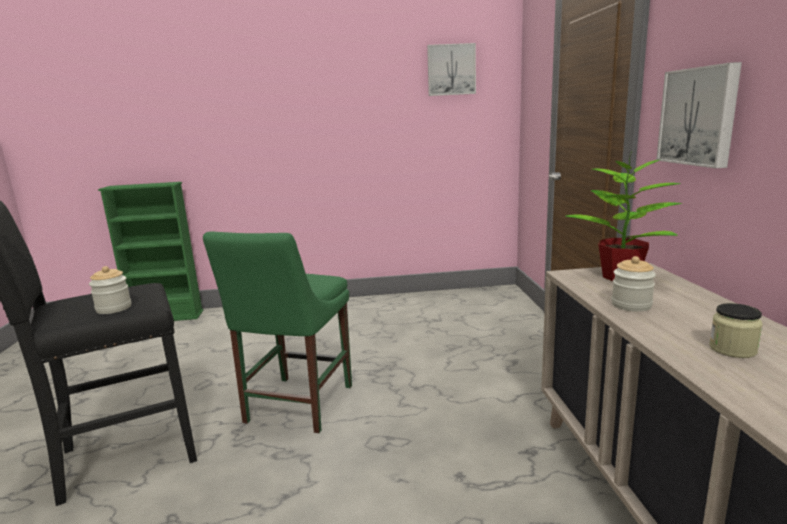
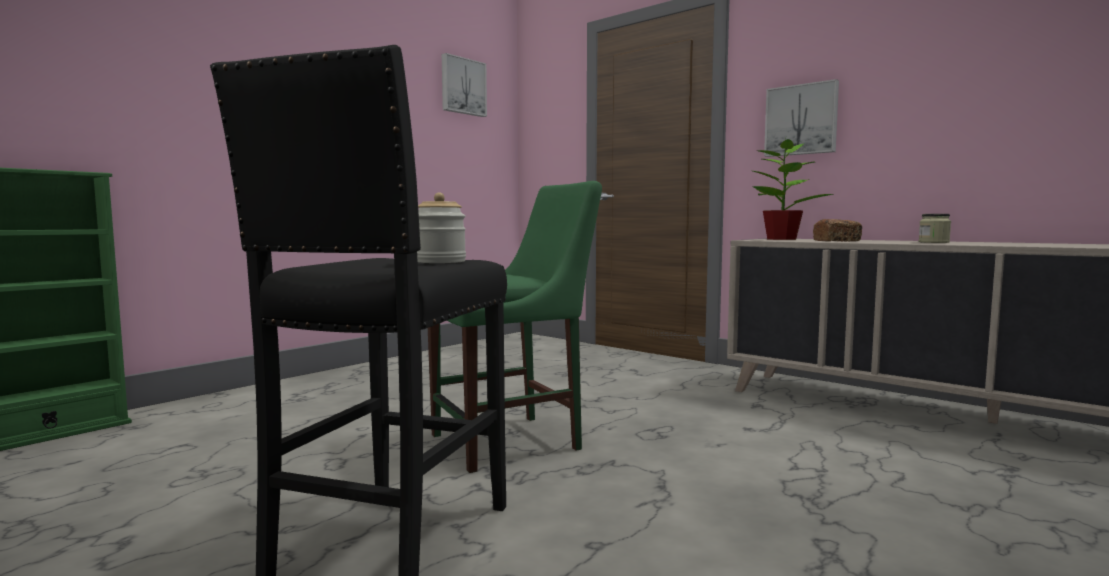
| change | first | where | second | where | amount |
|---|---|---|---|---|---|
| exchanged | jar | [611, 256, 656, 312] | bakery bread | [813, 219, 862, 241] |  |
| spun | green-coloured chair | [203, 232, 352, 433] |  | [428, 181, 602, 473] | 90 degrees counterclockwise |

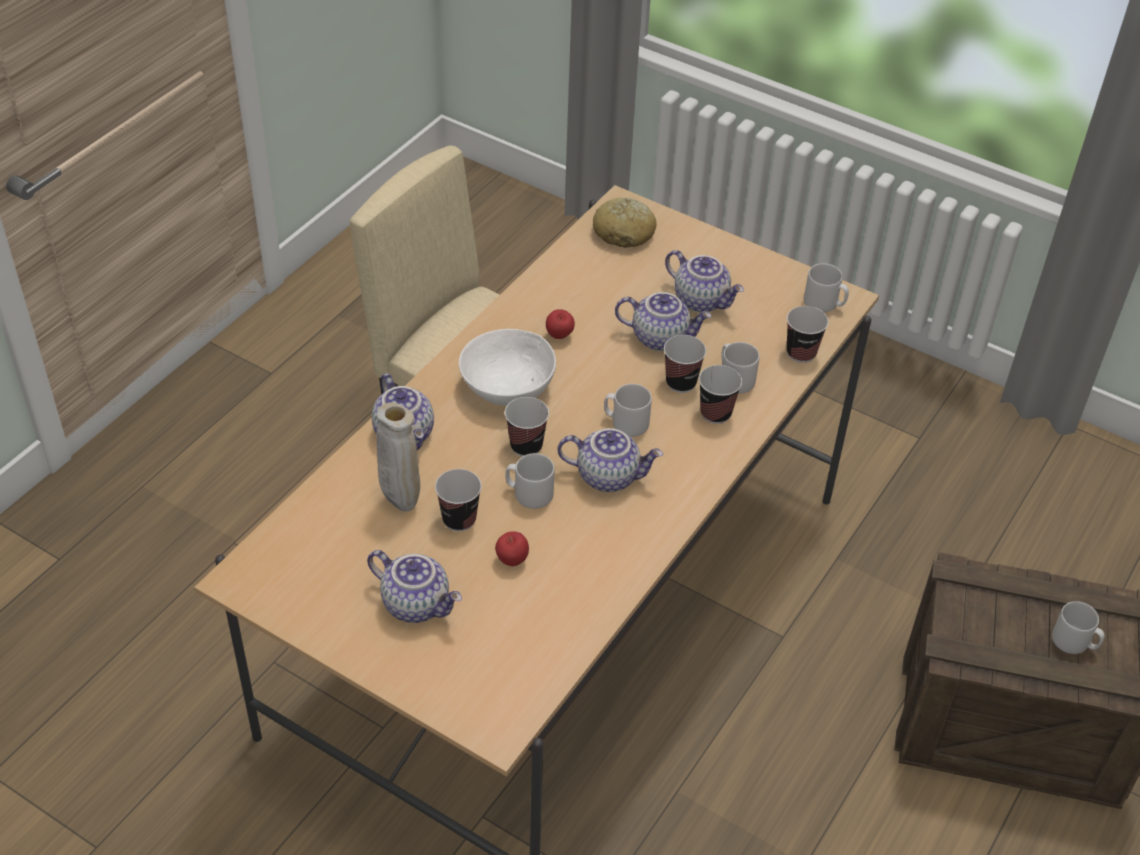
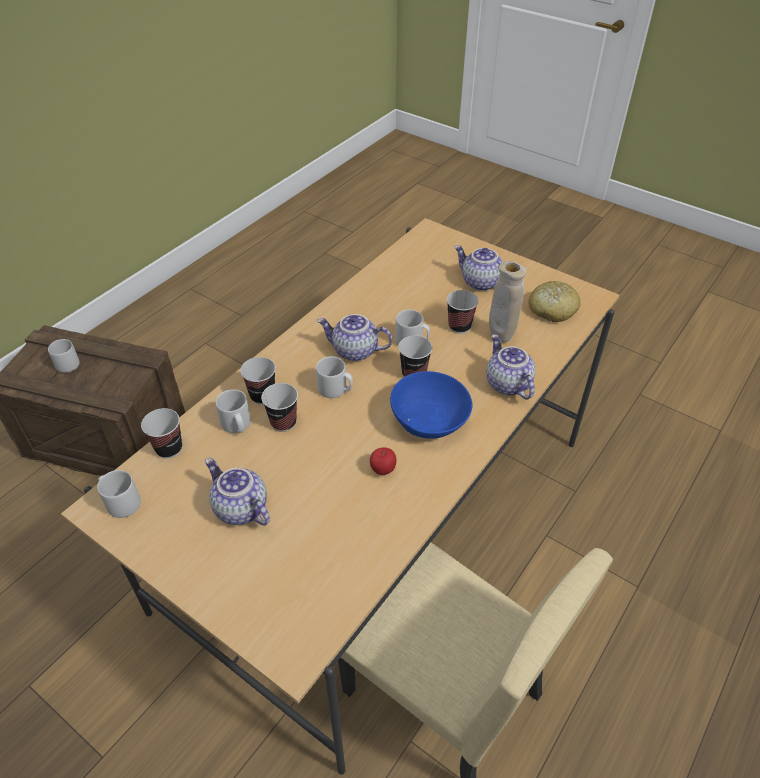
| change | first | where | second | where | amount |
|---|---|---|---|---|---|
| missing | whole apple | [495, 531, 529, 566] |  |  |  |
| missing | tea pot | [615, 292, 711, 351] |  |  |  |
| relocated | bakery bread | [593, 198, 657, 248] |  | [528, 281, 581, 322] |  |
| colour | whitish bowl | [459, 329, 556, 406] | blue-coloured bowl | [390, 371, 472, 439] |  |

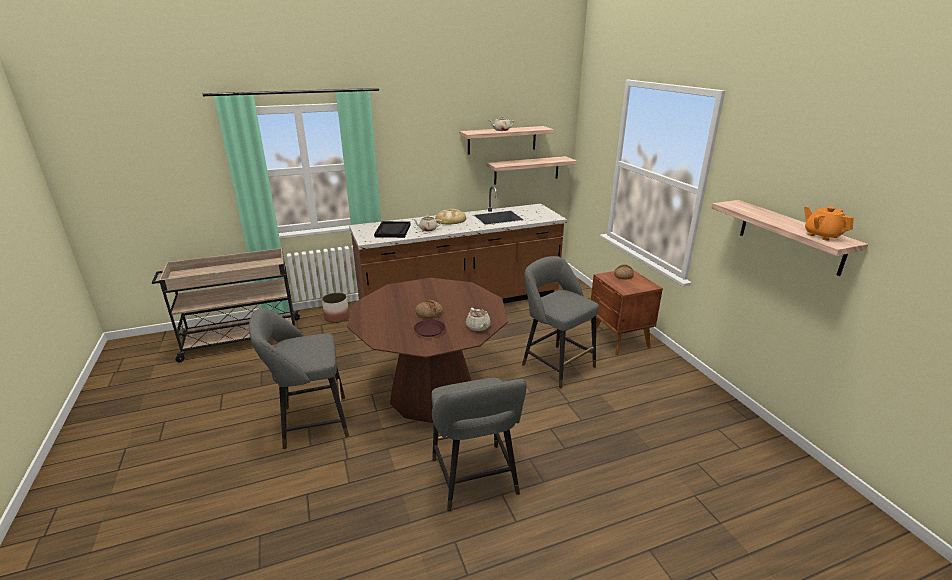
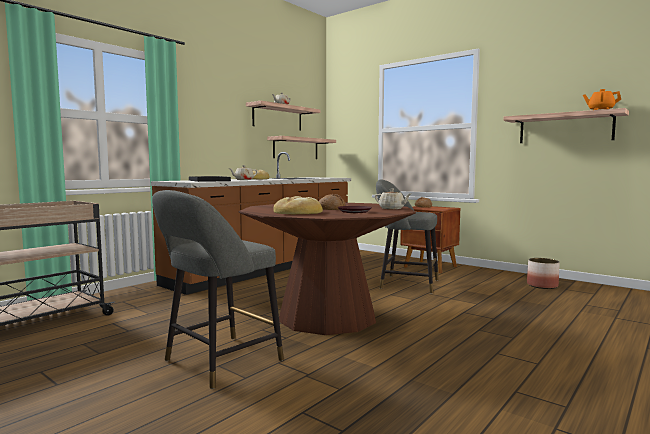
| change | first | where | second | where | amount |
|---|---|---|---|---|---|
| missing | grey sitting stool | [431, 378, 526, 512] |  |  |  |
| appeared |  |  | bakery bread | [273, 196, 323, 214] |  |
| relocated | planter | [322, 293, 349, 323] |  | [527, 258, 560, 289] |  |

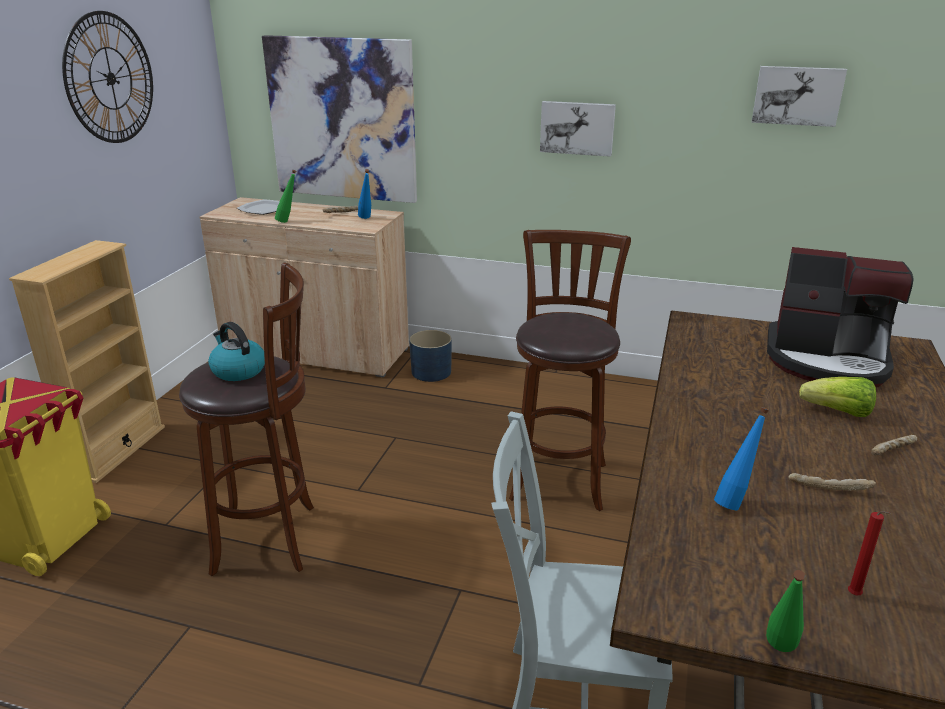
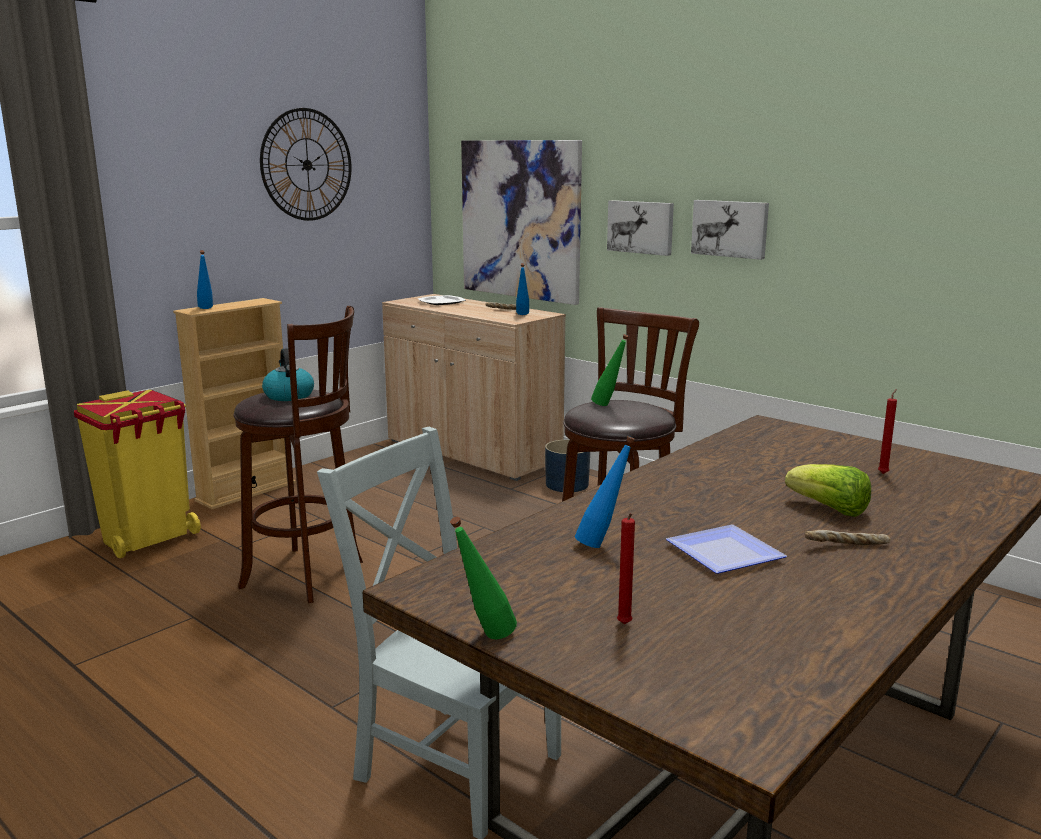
| change | first | where | second | where | amount |
|---|---|---|---|---|---|
| appeared |  |  | blue-coloured beverage bottle | [197, 250, 213, 309] |  |
| relocated | green-coloured beverage bottle | [275, 170, 296, 223] |  | [591, 334, 629, 406] |  |
| relocated | picture | [752, 66, 847, 127] |  | [607, 200, 674, 256] |  |
| exchanged | coffee machine | [767, 247, 914, 387] | red candle | [878, 389, 897, 474] |  |
| exchanged | bakery bread | [789, 473, 876, 491] | plate | [666, 525, 787, 574] |  |

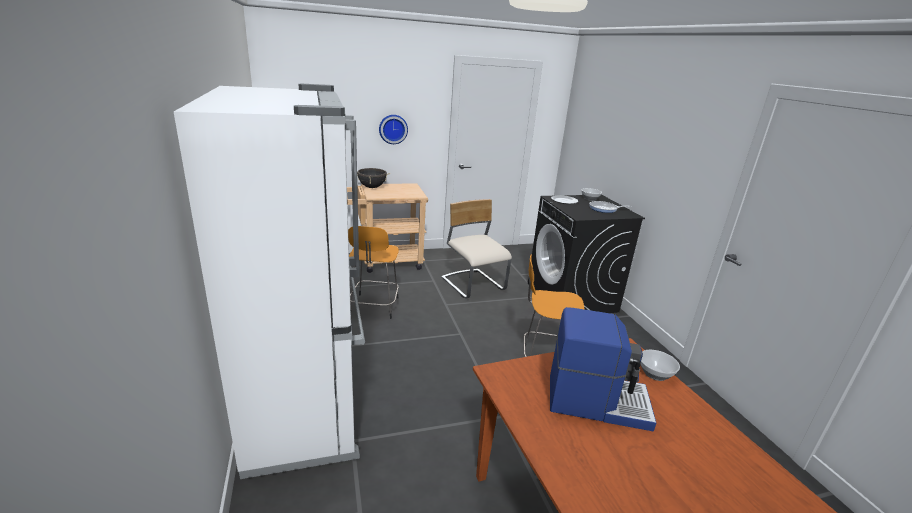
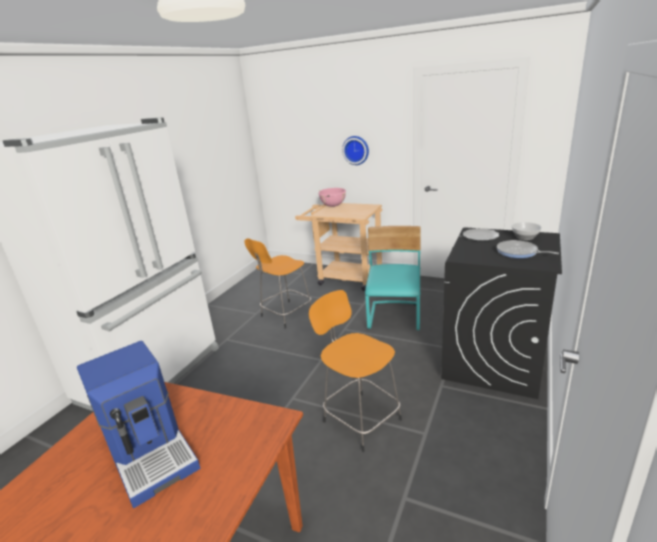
| change | first | where | second | where | amount |
|---|---|---|---|---|---|
| missing | bowl | [641, 350, 680, 381] |  |  |  |
| colour | blackish saucepot | [357, 168, 390, 188] | pink saucepot | [319, 188, 346, 207] |  |
| colour | sand-coloured chair | [441, 199, 512, 299] | blue-green chair | [365, 226, 420, 330] |  |

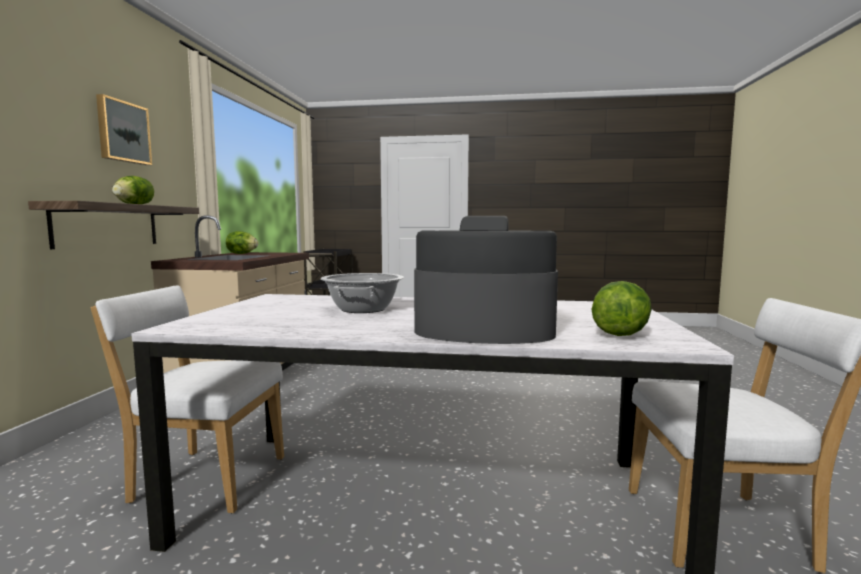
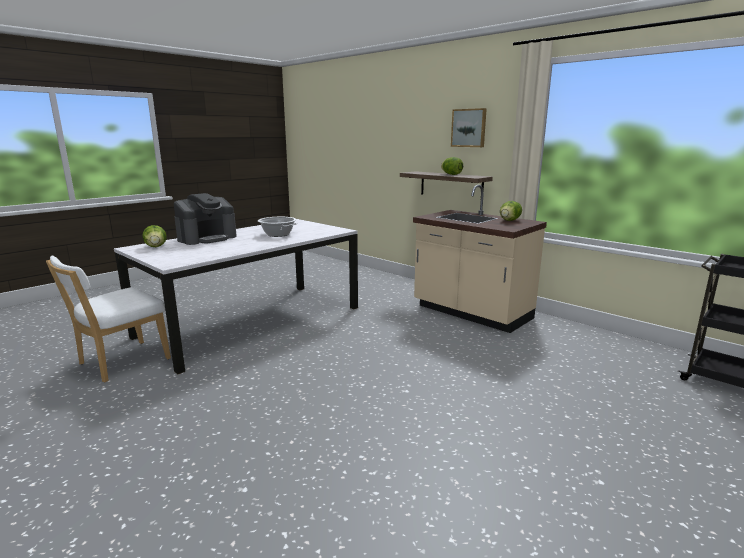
| change | first | where | second | where | amount |
|---|---|---|---|---|---|
| missing | whitish chair | [90, 285, 284, 513] |  |  |  |

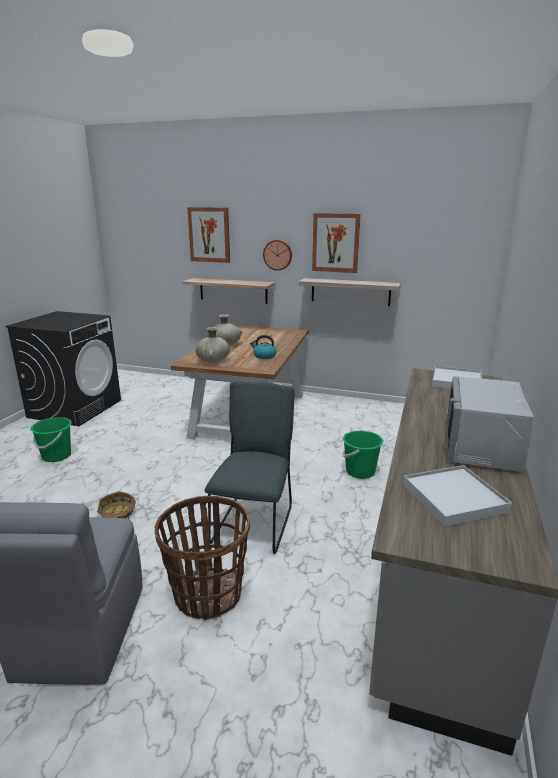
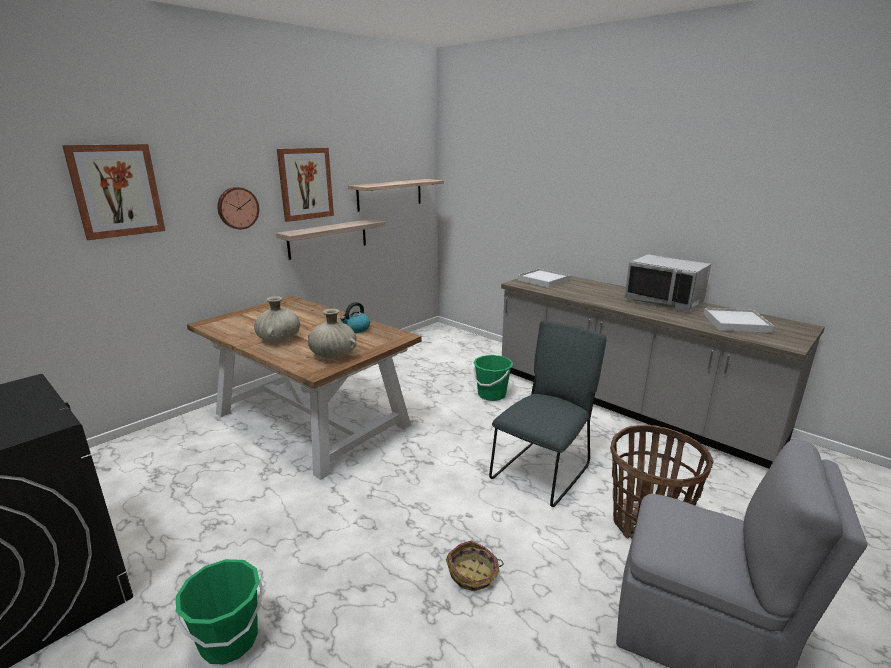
| change | first | where | second | where | amount |
|---|---|---|---|---|---|
| relocated | wall shelf | [182, 278, 275, 304] |  | [348, 179, 444, 212] |  |
| spun | grey chair | [205, 381, 295, 554] |  | [489, 320, 607, 507] | 90 degrees clockwise |

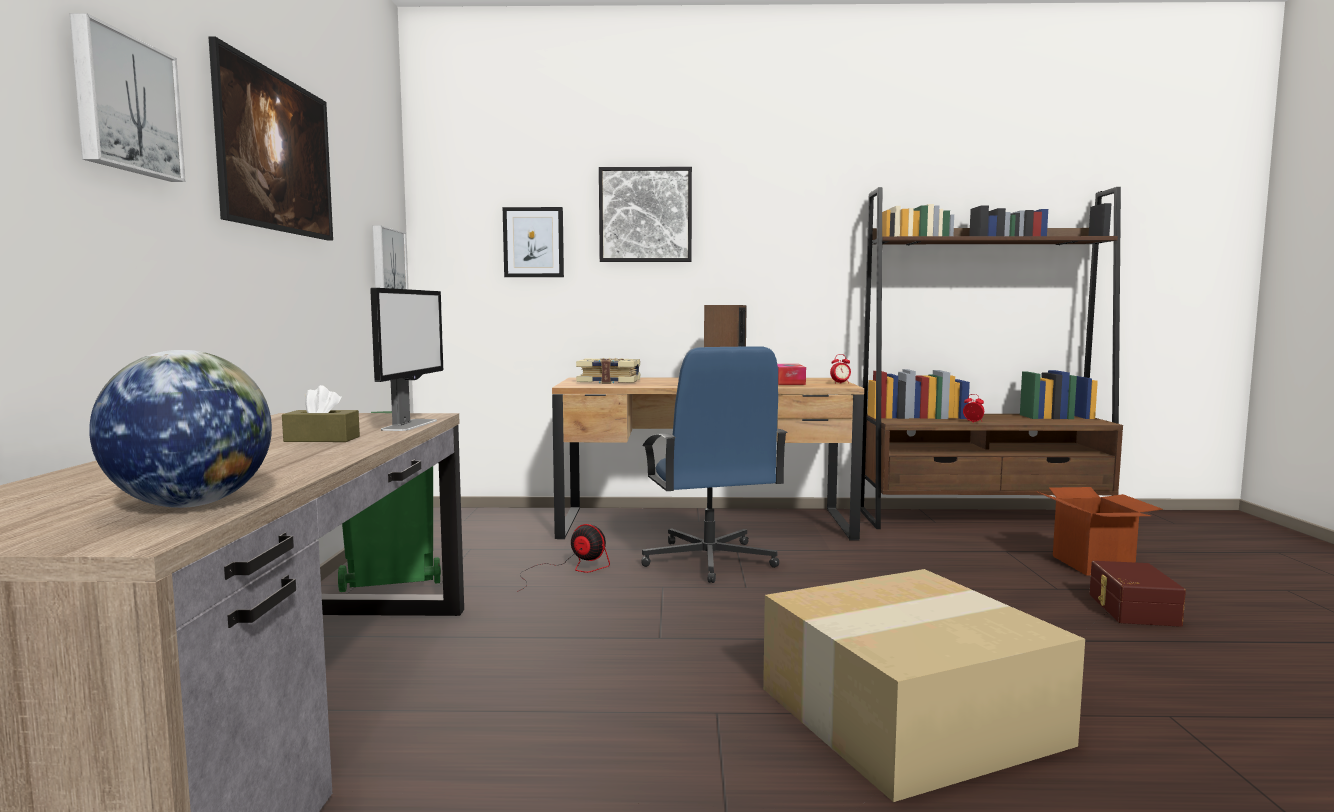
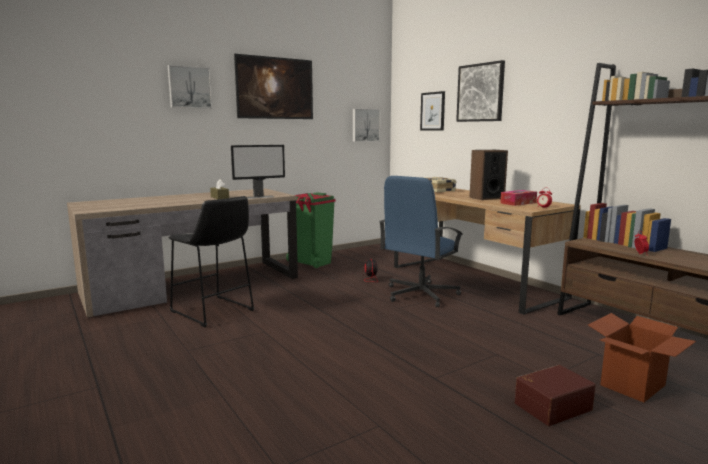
| change | first | where | second | where | amount |
|---|---|---|---|---|---|
| missing | desk globe | [89, 350, 272, 508] |  |  |  |
| missing | cardboard box | [763, 569, 1085, 802] |  |  |  |
| appeared |  |  | blackish sitting stool | [169, 196, 255, 327] |  |

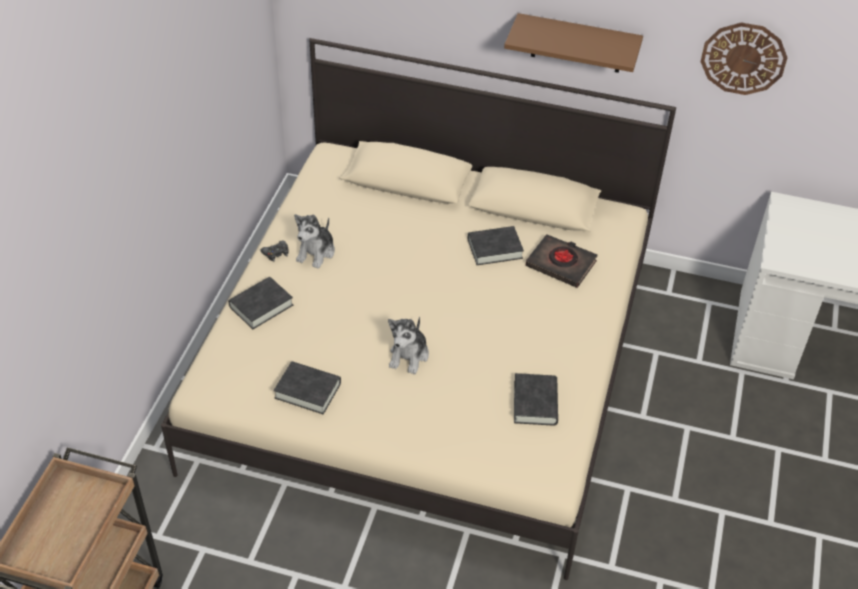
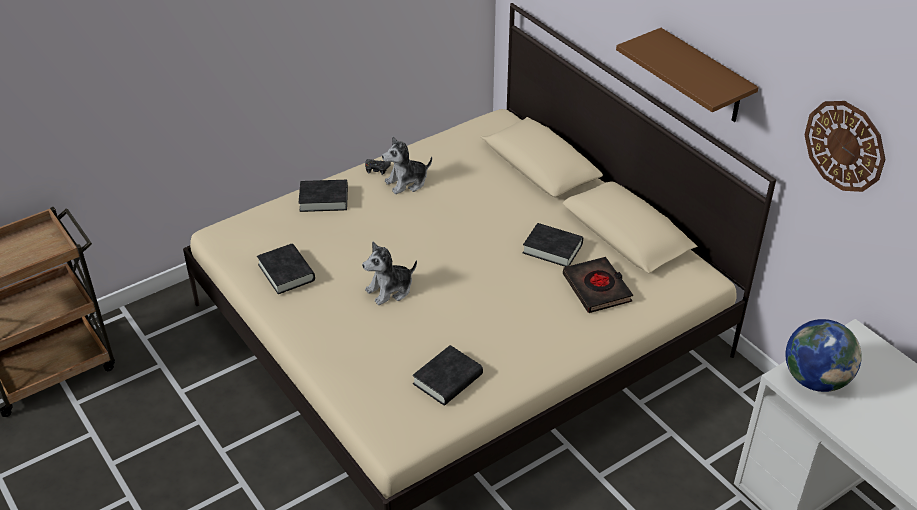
| change | first | where | second | where | amount |
|---|---|---|---|---|---|
| appeared |  |  | desk globe | [785, 319, 862, 392] |  |

